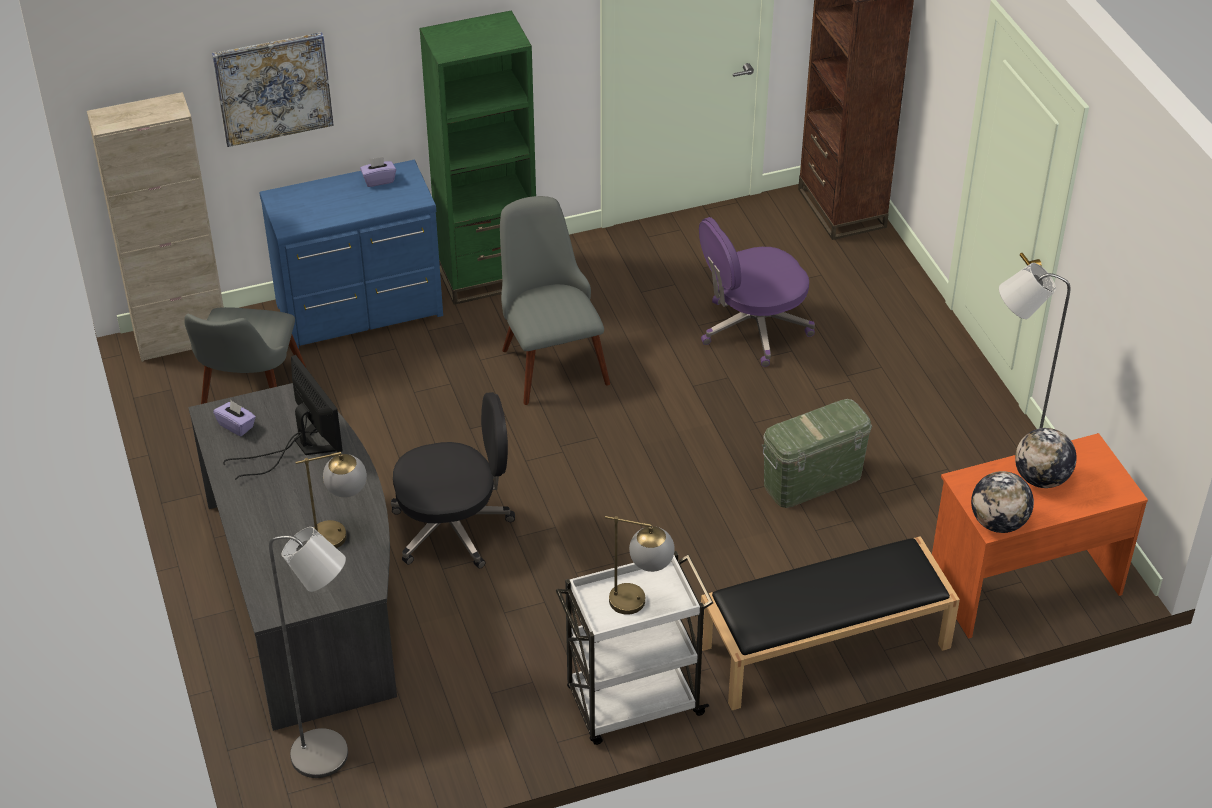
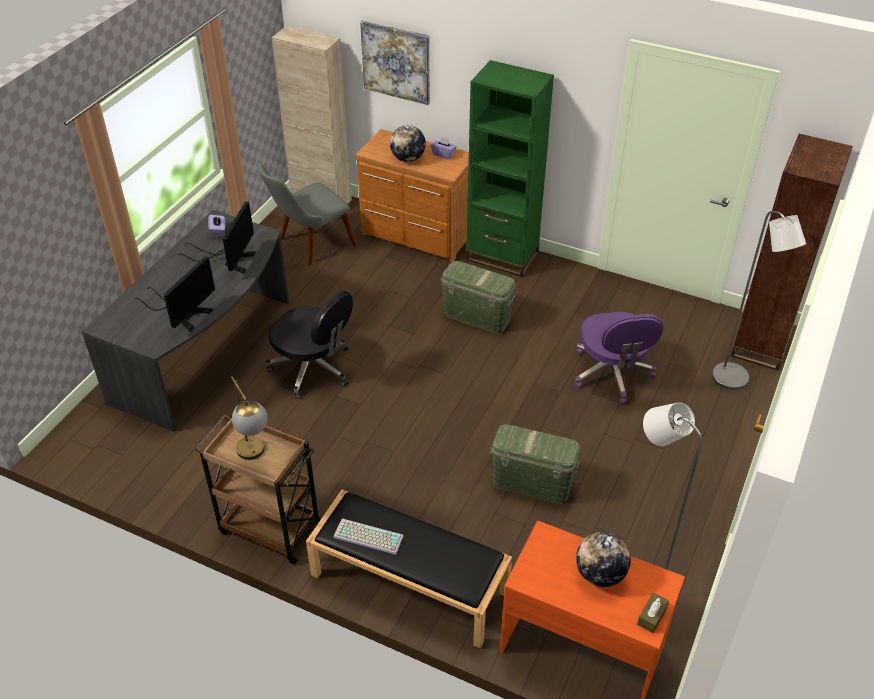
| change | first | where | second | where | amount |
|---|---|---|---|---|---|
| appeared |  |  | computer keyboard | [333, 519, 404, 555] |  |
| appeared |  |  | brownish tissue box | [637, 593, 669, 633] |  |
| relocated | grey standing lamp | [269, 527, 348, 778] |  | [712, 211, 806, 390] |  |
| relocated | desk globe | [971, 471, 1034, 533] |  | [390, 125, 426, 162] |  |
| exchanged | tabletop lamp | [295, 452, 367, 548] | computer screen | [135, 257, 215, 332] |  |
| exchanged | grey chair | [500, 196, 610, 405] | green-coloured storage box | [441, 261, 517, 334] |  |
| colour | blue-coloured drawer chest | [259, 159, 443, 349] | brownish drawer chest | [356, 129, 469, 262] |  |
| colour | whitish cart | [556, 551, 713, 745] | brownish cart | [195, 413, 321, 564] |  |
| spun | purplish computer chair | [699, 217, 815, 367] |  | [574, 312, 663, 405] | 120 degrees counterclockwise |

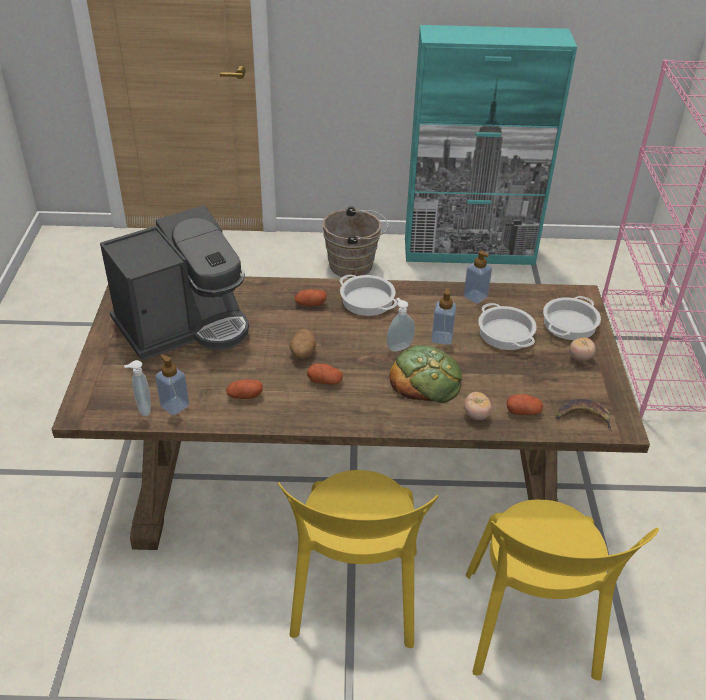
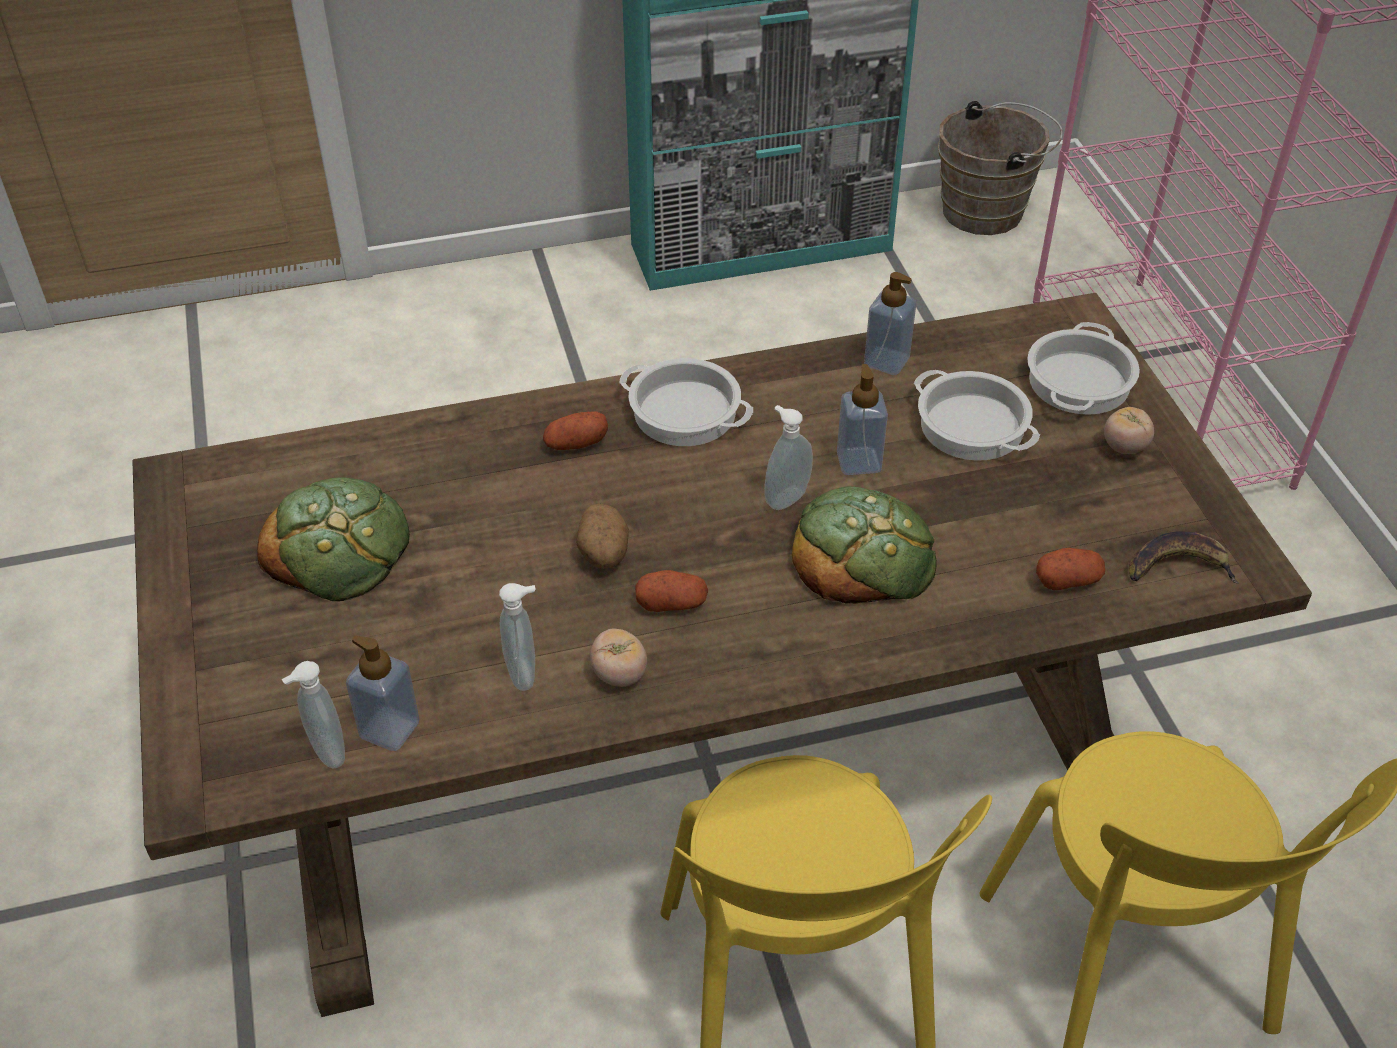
| change | first | where | second | where | amount |
|---|---|---|---|---|---|
| relocated | brownish bucket | [323, 207, 389, 278] |  | [938, 101, 1063, 235] |  |
| relocated | whole tomato | [464, 392, 492, 420] |  | [590, 629, 647, 687] |  |
| exchanged | coffee machine | [100, 205, 249, 361] | bakery bread | [257, 477, 410, 602] |  |
| exchanged | potato | [226, 380, 263, 399] | soap bottle | [499, 583, 536, 691] |  |

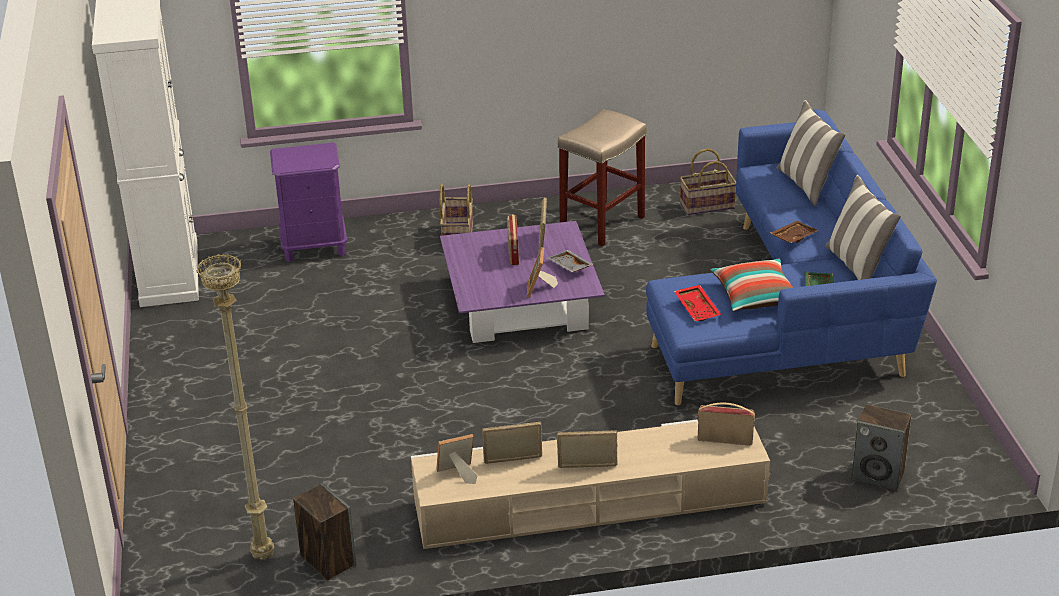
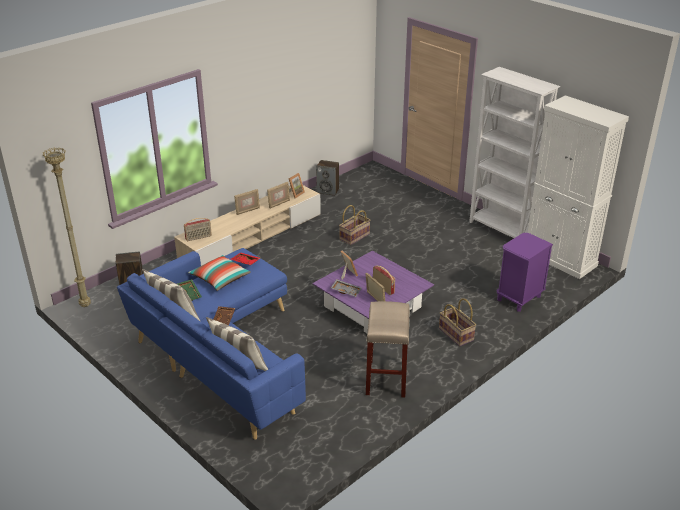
| change | first | where | second | where | amount |
|---|---|---|---|---|---|
| appeared |  |  | whitish shelving unit | [469, 67, 561, 238] |  |
| relocated | sand-coloured standing lamp | [196, 254, 274, 560] |  | [42, 147, 91, 307] |  |
| relocated | household basket | [680, 148, 736, 215] |  | [339, 205, 370, 245] |  |

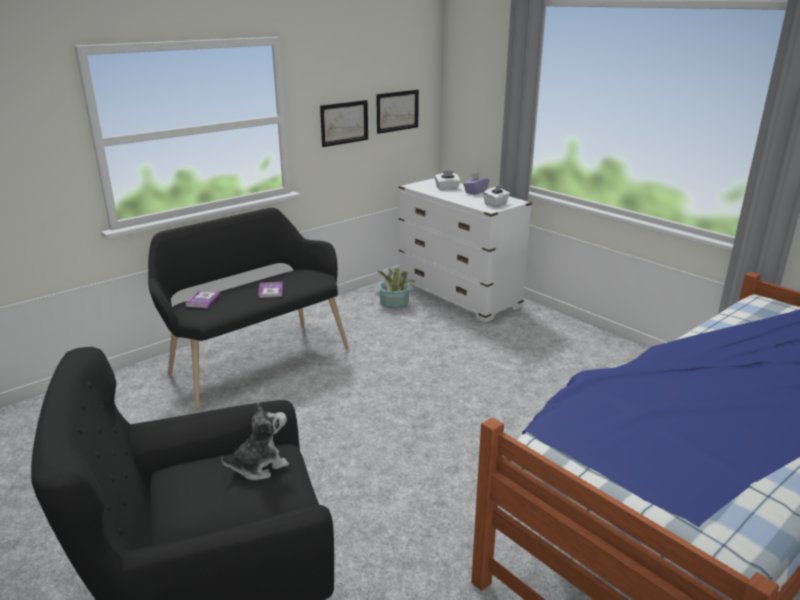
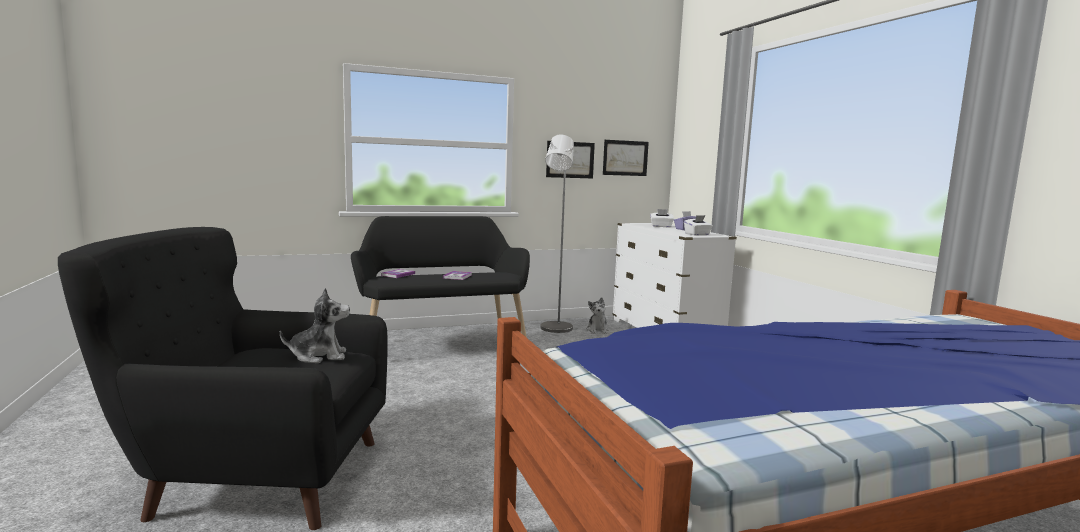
| change | first | where | second | where | amount |
|---|---|---|---|---|---|
| appeared |  |  | grey standing lamp | [540, 135, 574, 333] |  |
| exchanged | houseplant | [375, 267, 416, 308] | soft toy | [586, 297, 608, 334] |  |

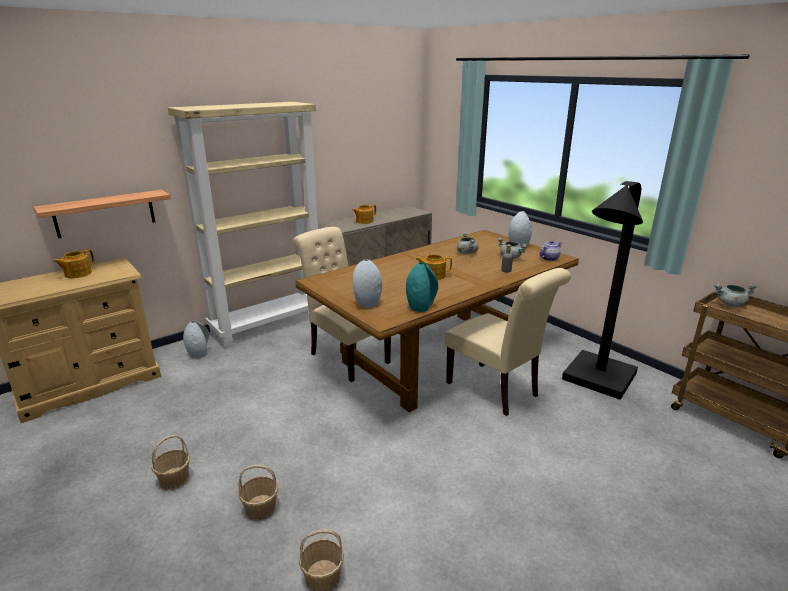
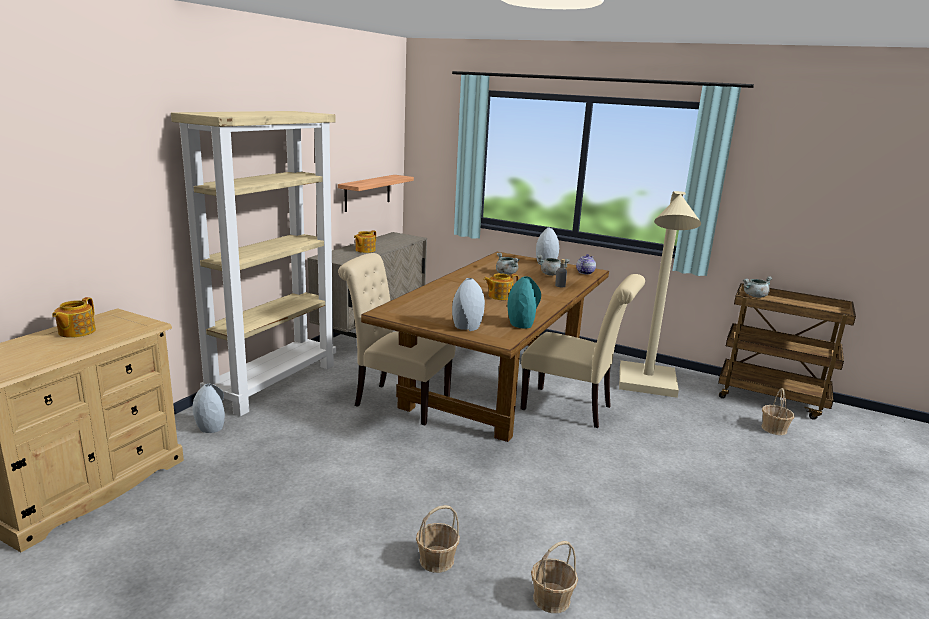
| change | first | where | second | where | amount |
|---|---|---|---|---|---|
| relocated | wall shelf | [33, 190, 171, 238] |  | [338, 175, 414, 212] |  |
| relocated | household basket | [151, 435, 190, 490] |  | [761, 388, 794, 435] |  |
| colour | blackish standing lamp | [562, 181, 643, 400] | sand-coloured standing lamp | [619, 191, 701, 398] |  |

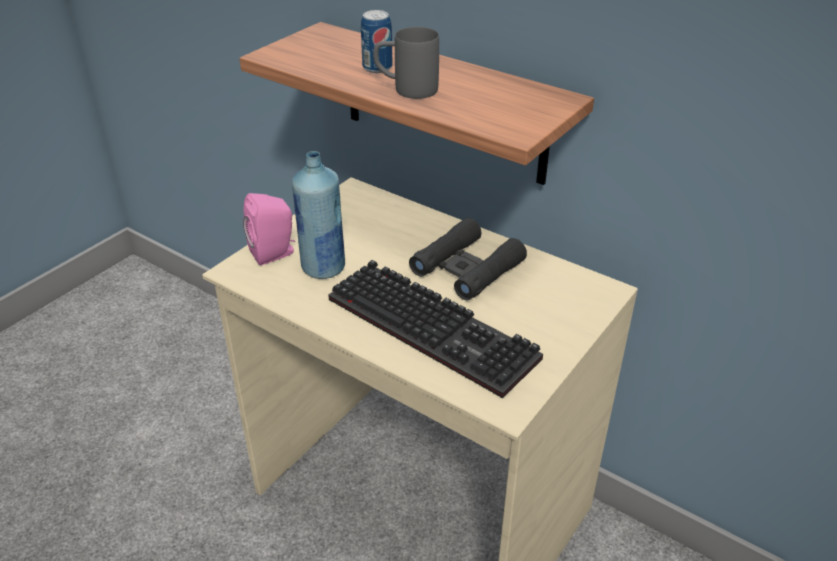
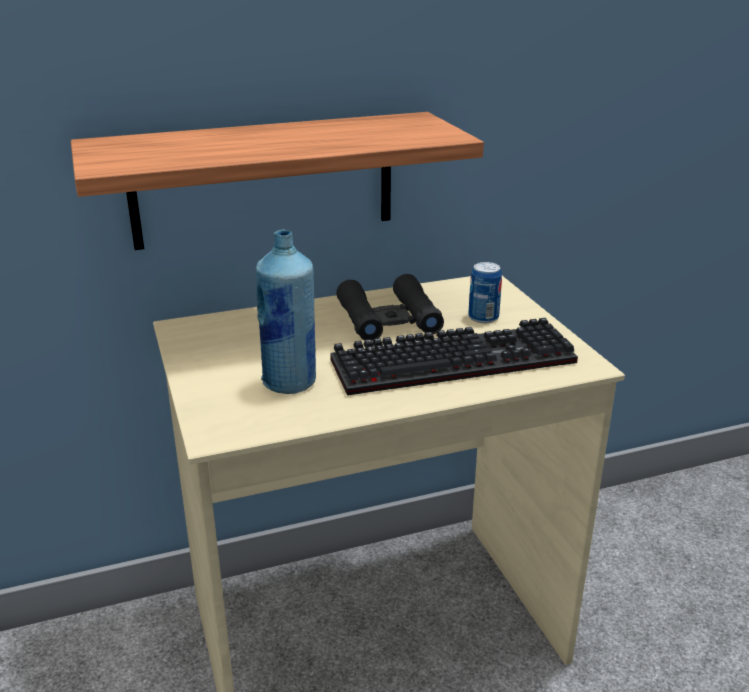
| change | first | where | second | where | amount |
|---|---|---|---|---|---|
| missing | pink loudspeaker | [243, 193, 295, 265] |  |  |  |
| missing | grey mug | [373, 27, 439, 99] |  |  |  |
| relocated | metal can | [361, 10, 392, 73] |  | [468, 262, 502, 323] |  |

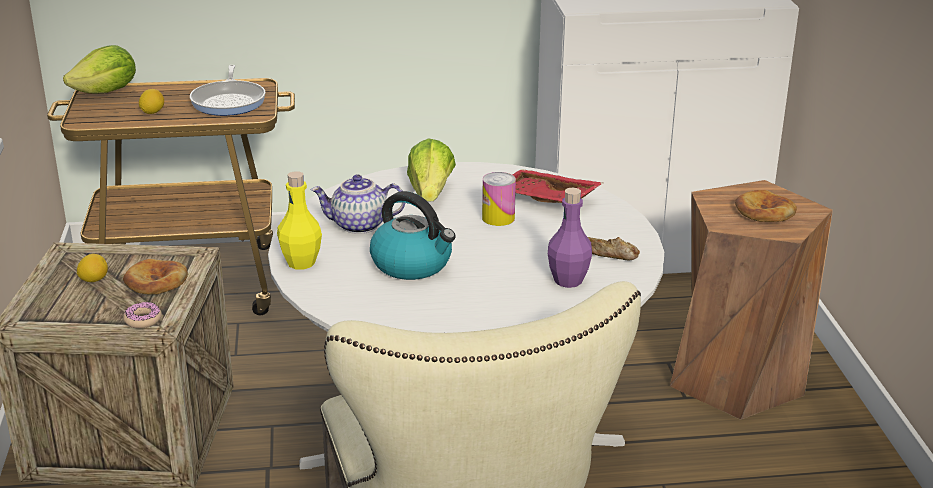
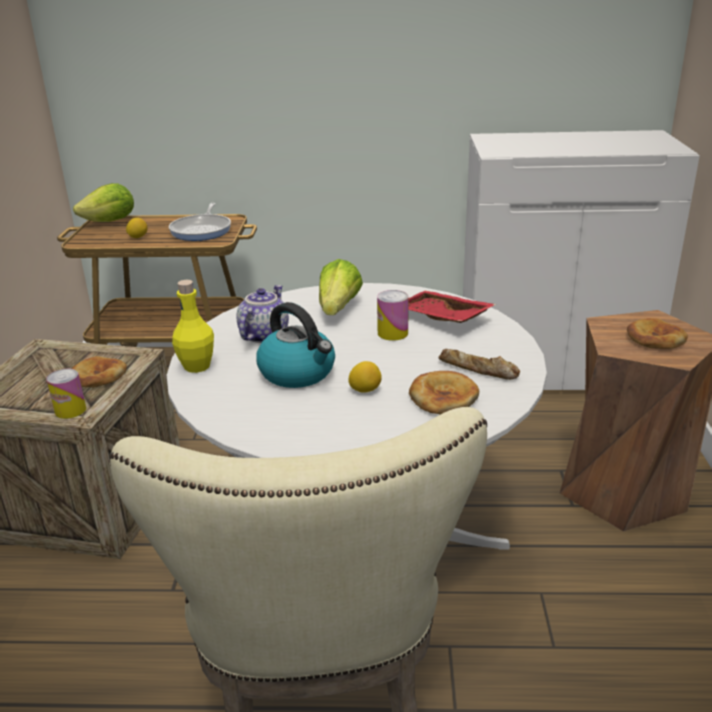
| change | first | where | second | where | amount |
|---|---|---|---|---|---|
| relocated | citrus fruit | [77, 254, 108, 282] |  | [348, 361, 382, 392] |  |
| exchanged | donut | [123, 302, 162, 328] | metal can | [46, 369, 86, 419] |  |
| exchanged | purplish beverage bottle | [548, 188, 592, 288] | bakery bread | [409, 371, 479, 414] |  |
| spun | tea pot | [311, 174, 405, 234] |  | [236, 285, 289, 343] | 105 degrees clockwise |

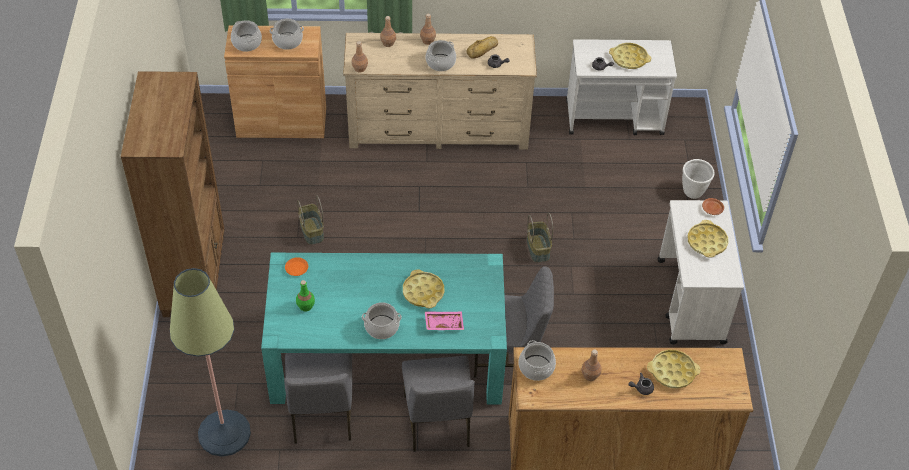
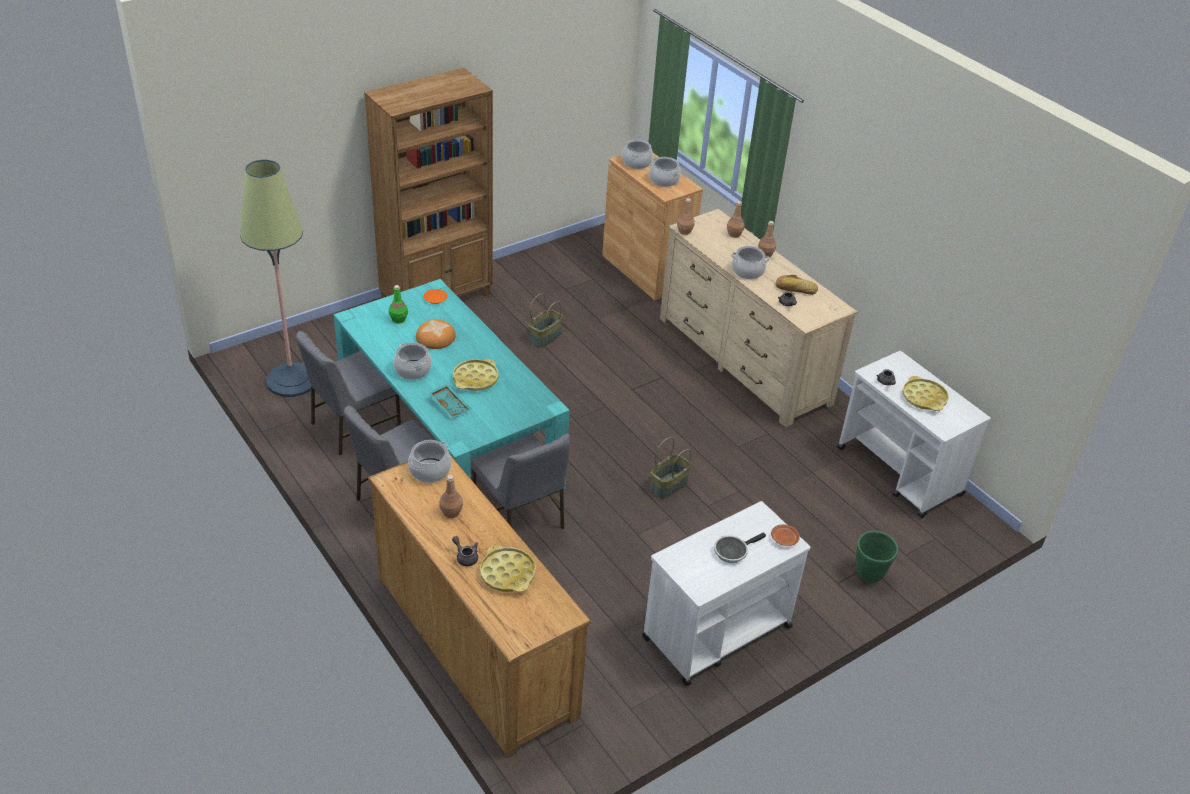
| change | first | where | second | where | amount |
|---|---|---|---|---|---|
| appeared |  |  | bakery bread | [416, 319, 456, 349] |  |
| exchanged | yellow carrying tray | [687, 220, 729, 258] | pan | [714, 532, 766, 563] |  |
| colour | pink carrying tray | [425, 311, 464, 330] | blue-green carrying tray | [428, 384, 471, 419] |  |
| colour | whitish planter | [682, 159, 714, 199] | green-coloured planter | [856, 531, 898, 583] |  |

